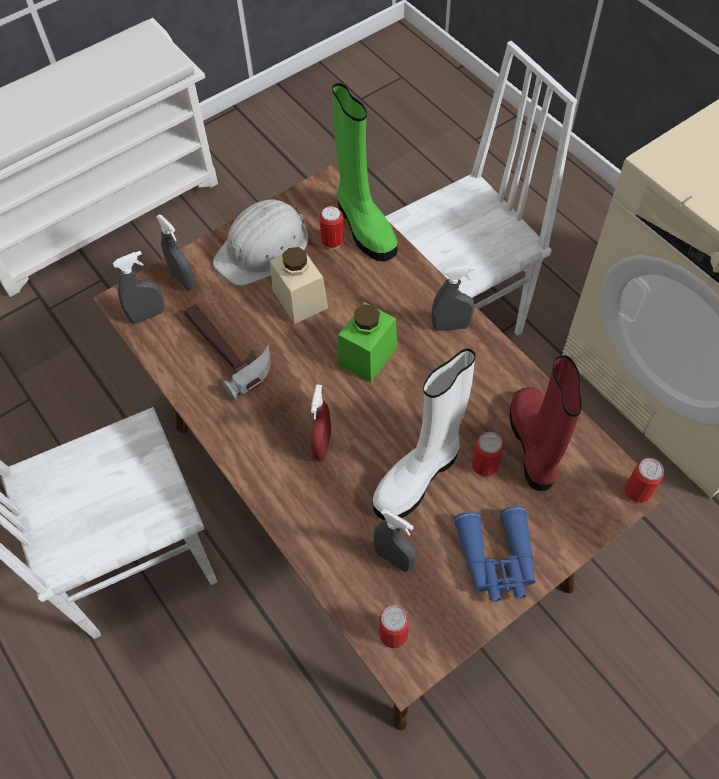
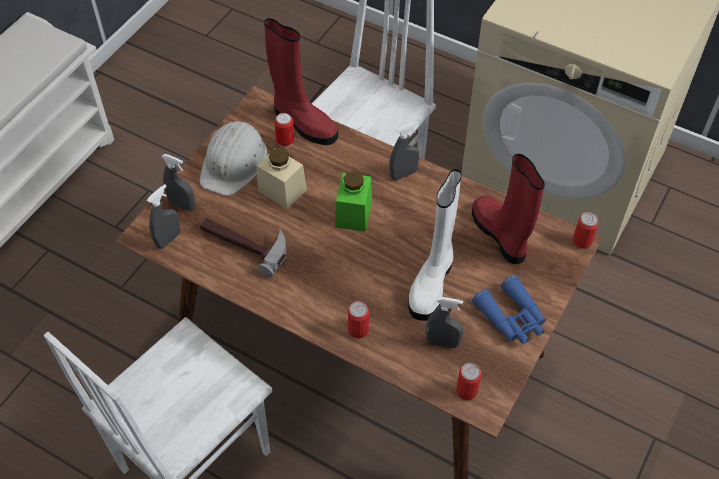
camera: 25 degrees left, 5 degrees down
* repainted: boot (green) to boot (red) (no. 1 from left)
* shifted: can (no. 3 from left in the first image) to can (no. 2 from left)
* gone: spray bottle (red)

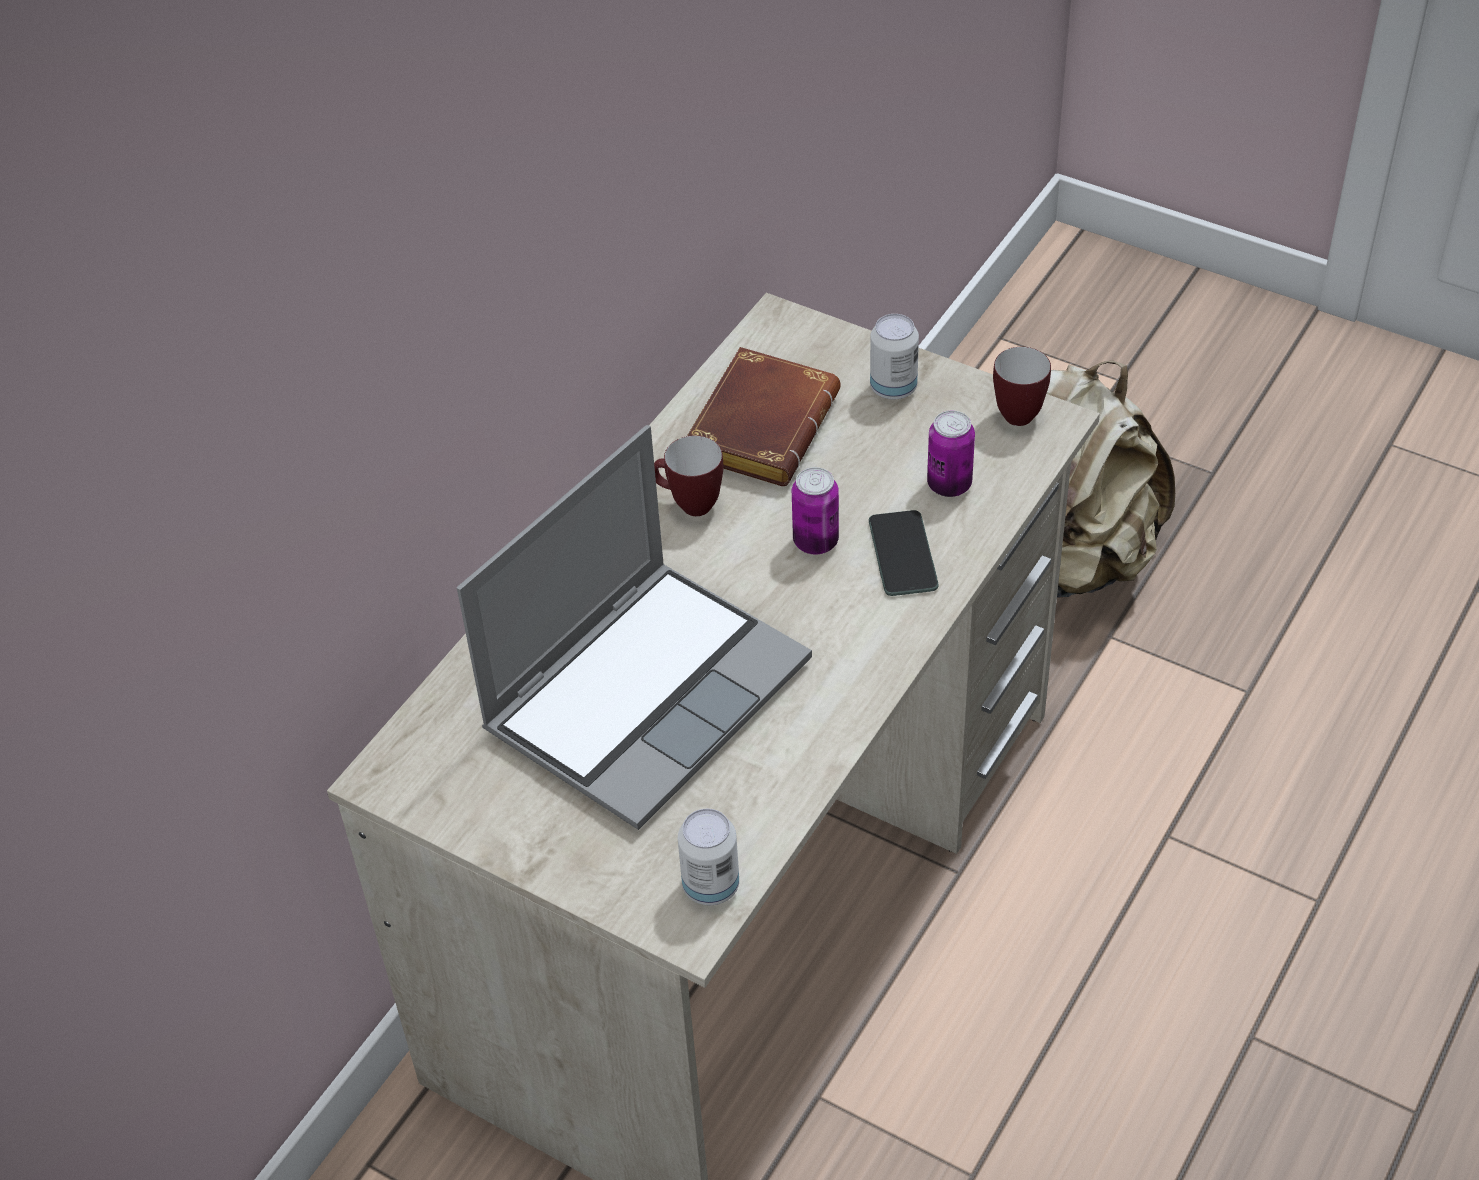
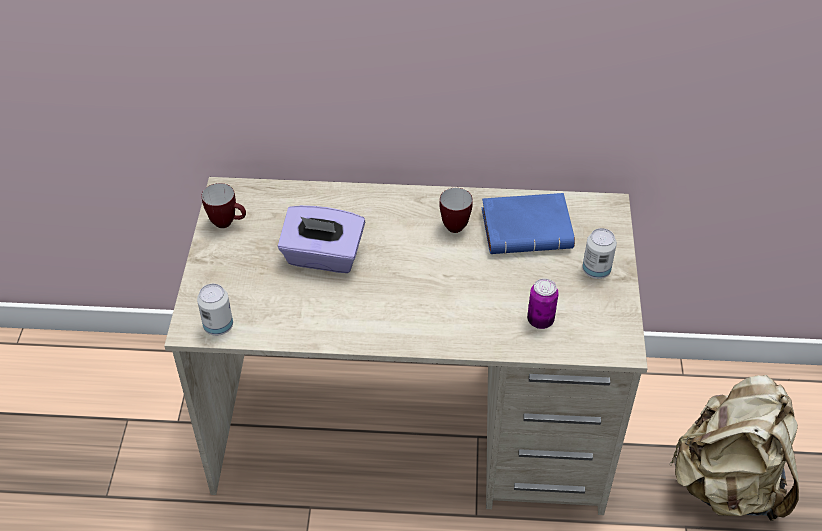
camera: 60 degrees right, 0 degrees up
* shifted: mug (no. 2 from left in the first image) to mug (no. 1 from left)
* swapped: laptop to tissue box (purple)
* repainted: book (brown) to book (blue)
* gone: can (no. 2 from left)
* gone: phone

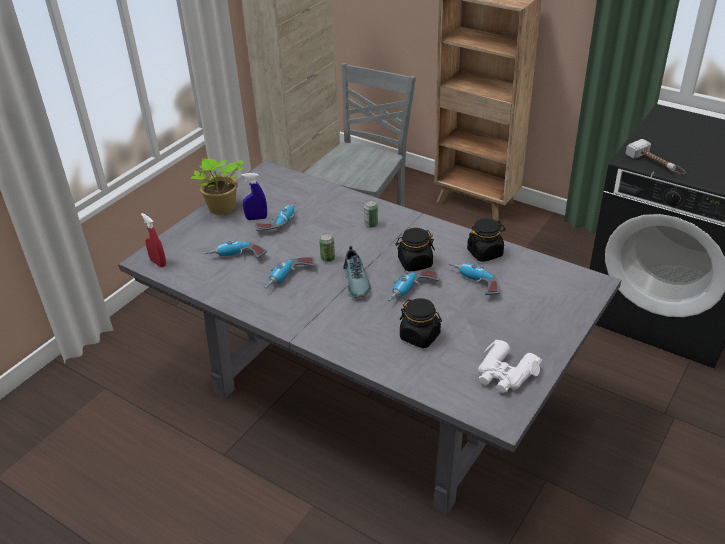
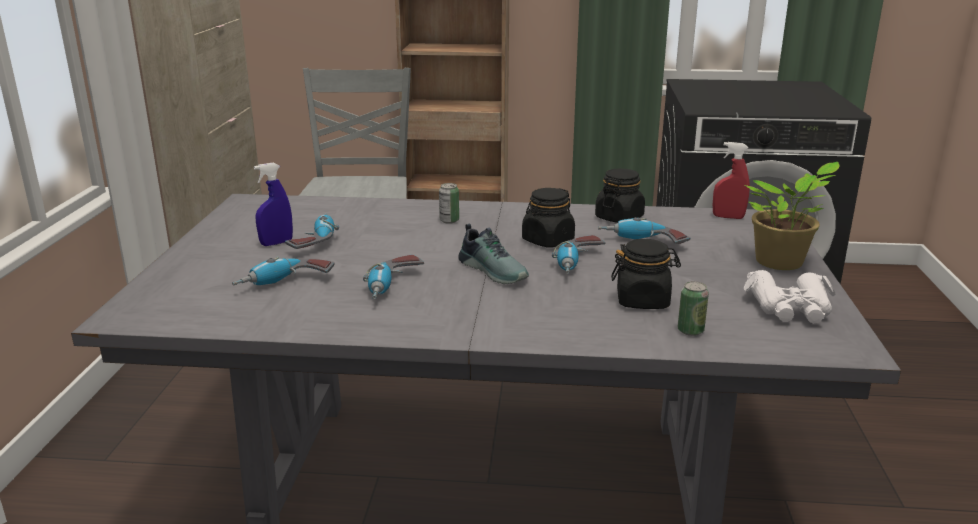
camera: 30 degrees left, 15 degrees down
* shifted: can (no. 1 from left in the first image) to can (no. 2 from left)
* shifted: spray bottle (red)
* shifted: potted plant
* gone: hammer

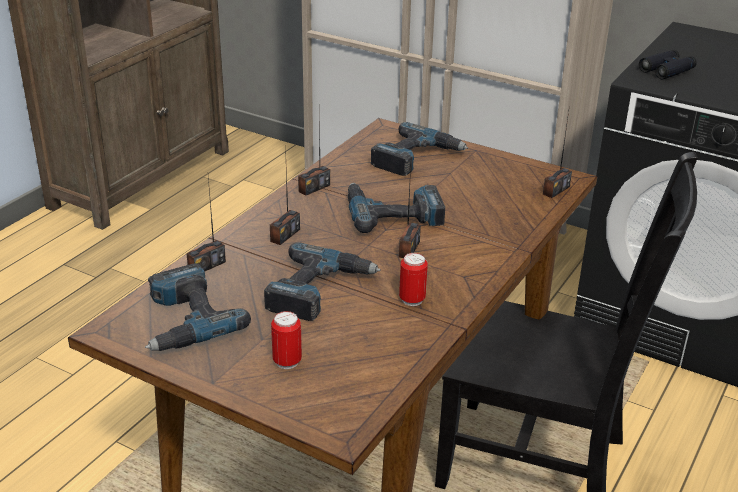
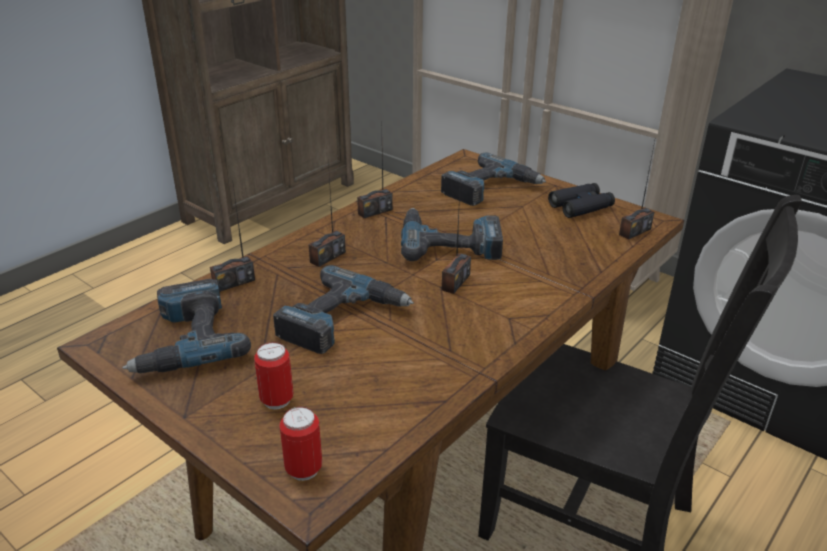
camera: 10 degrees right, 0 degrees up
* shifted: can (no. 2 from left)
* shifted: binoculars (black)

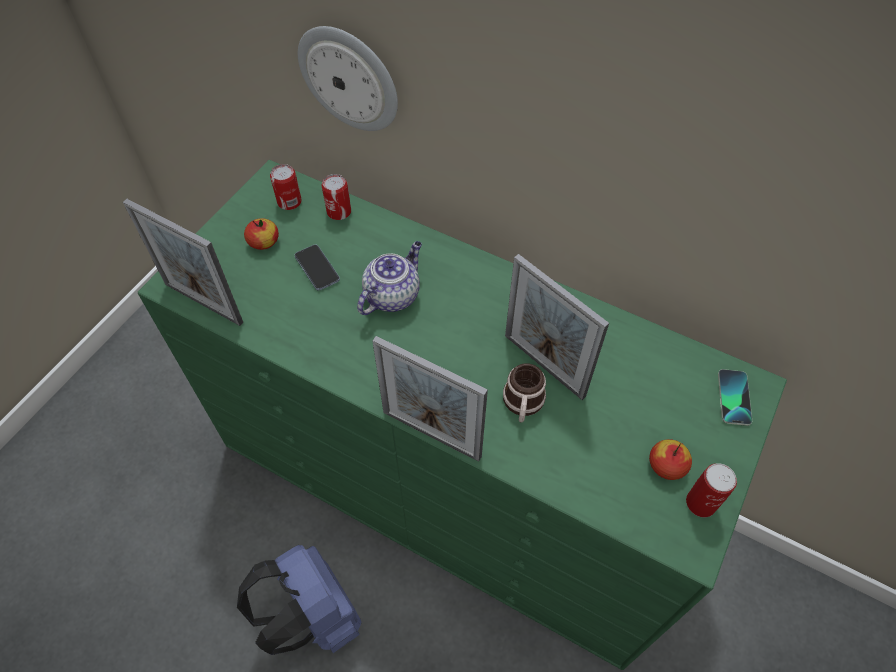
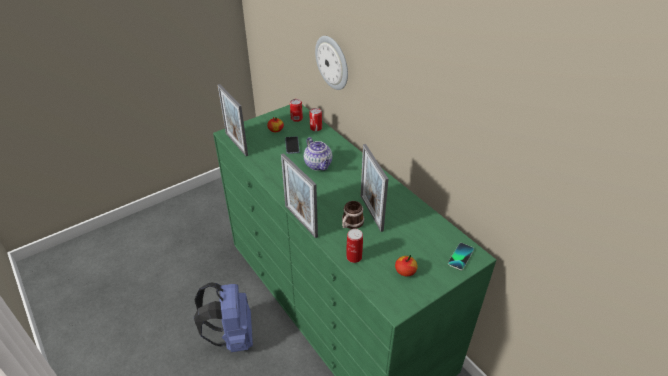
camera: 25 degrees right, 15 degrees down
* rotated: teapot 90 degrees clockwise
* shifted: can (no. 3 from left)

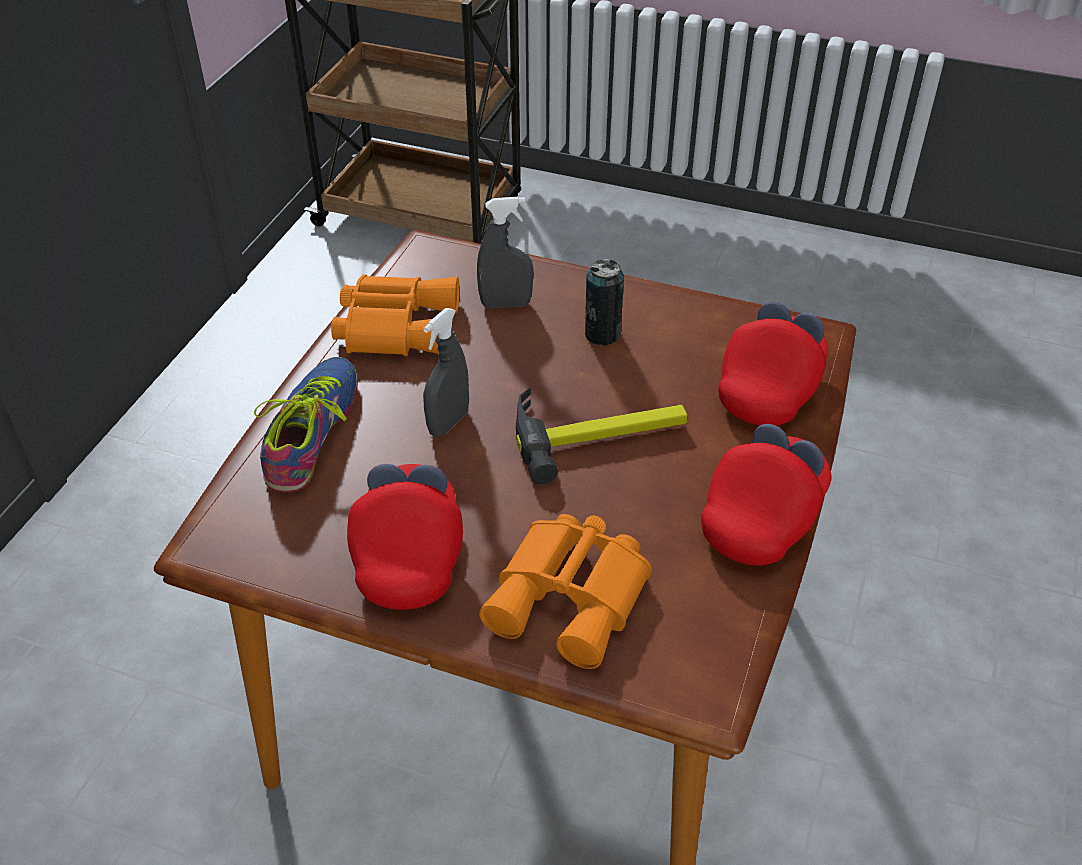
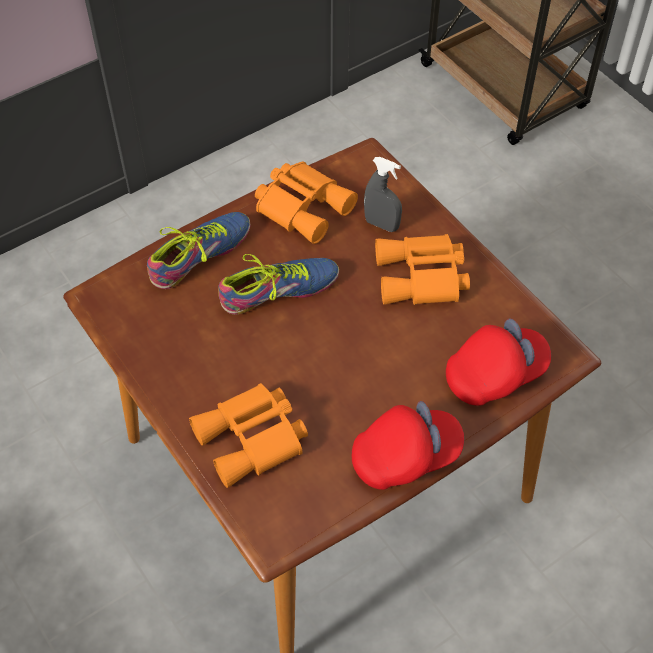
camera: 35 degrees right, 10 degrees up
* swapped: spray bottle (grey) (no. 1 from left) to shoe (no. 2 from left)
* swapped: can to binoculars (orange) (no. 3 from left)
* gone: cap (red) (no. 1 from left)
* gone: hammer

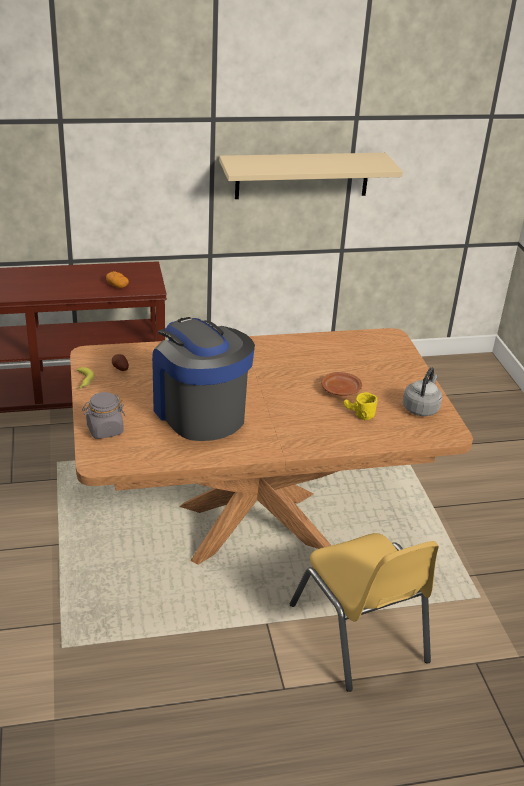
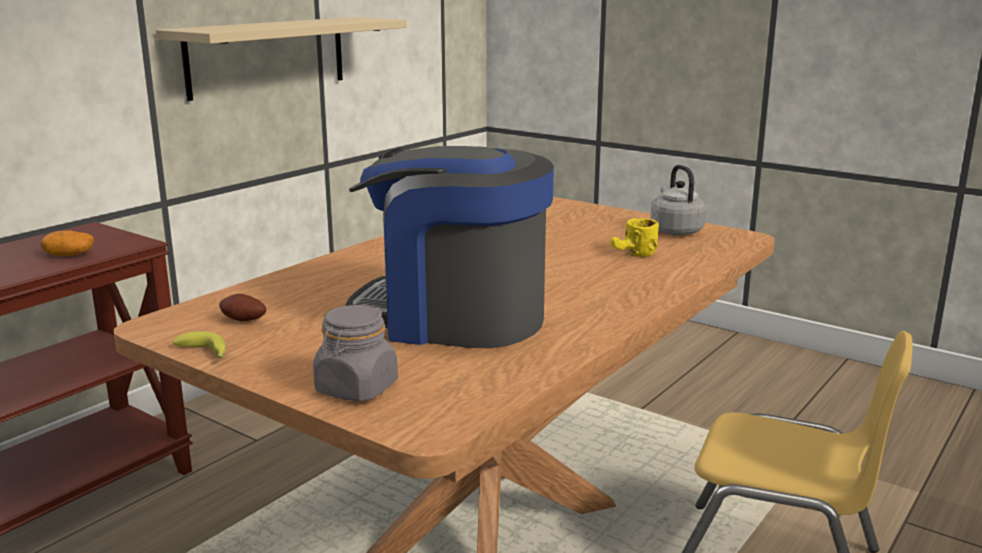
camera: 40 degrees left, 15 degrees down
* gone: plate (brown)

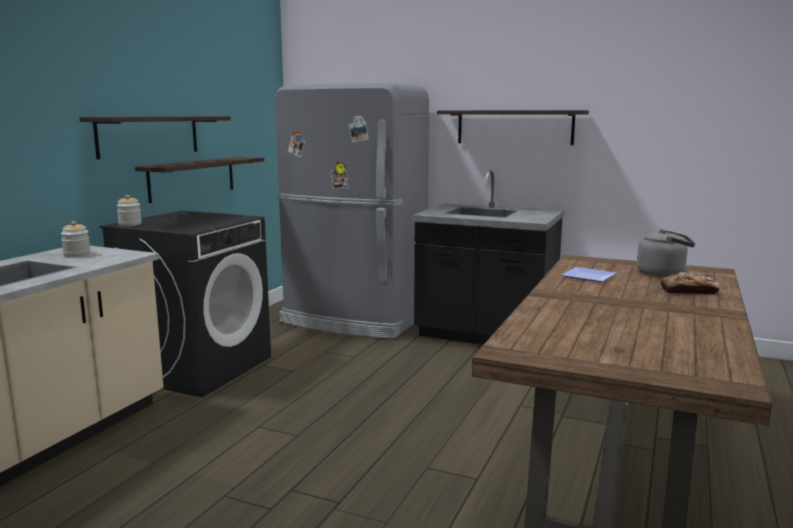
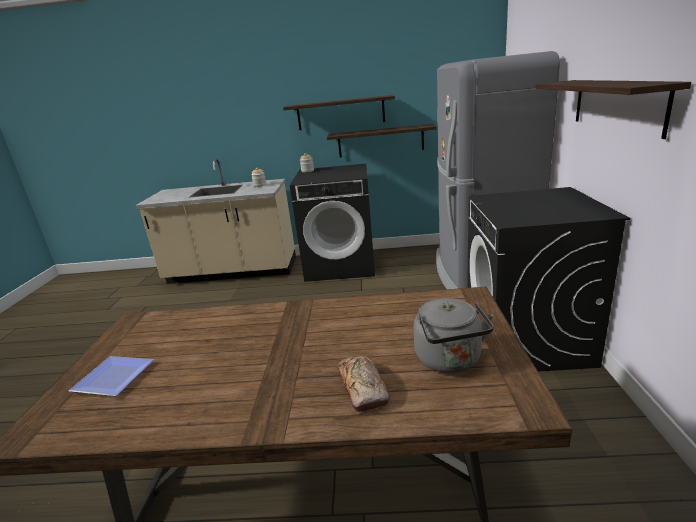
camera: 70 degrees right, 10 degrees up
* shifted: plate
* swapped: counter (black) to washing machine (black) (no. 2 from left)

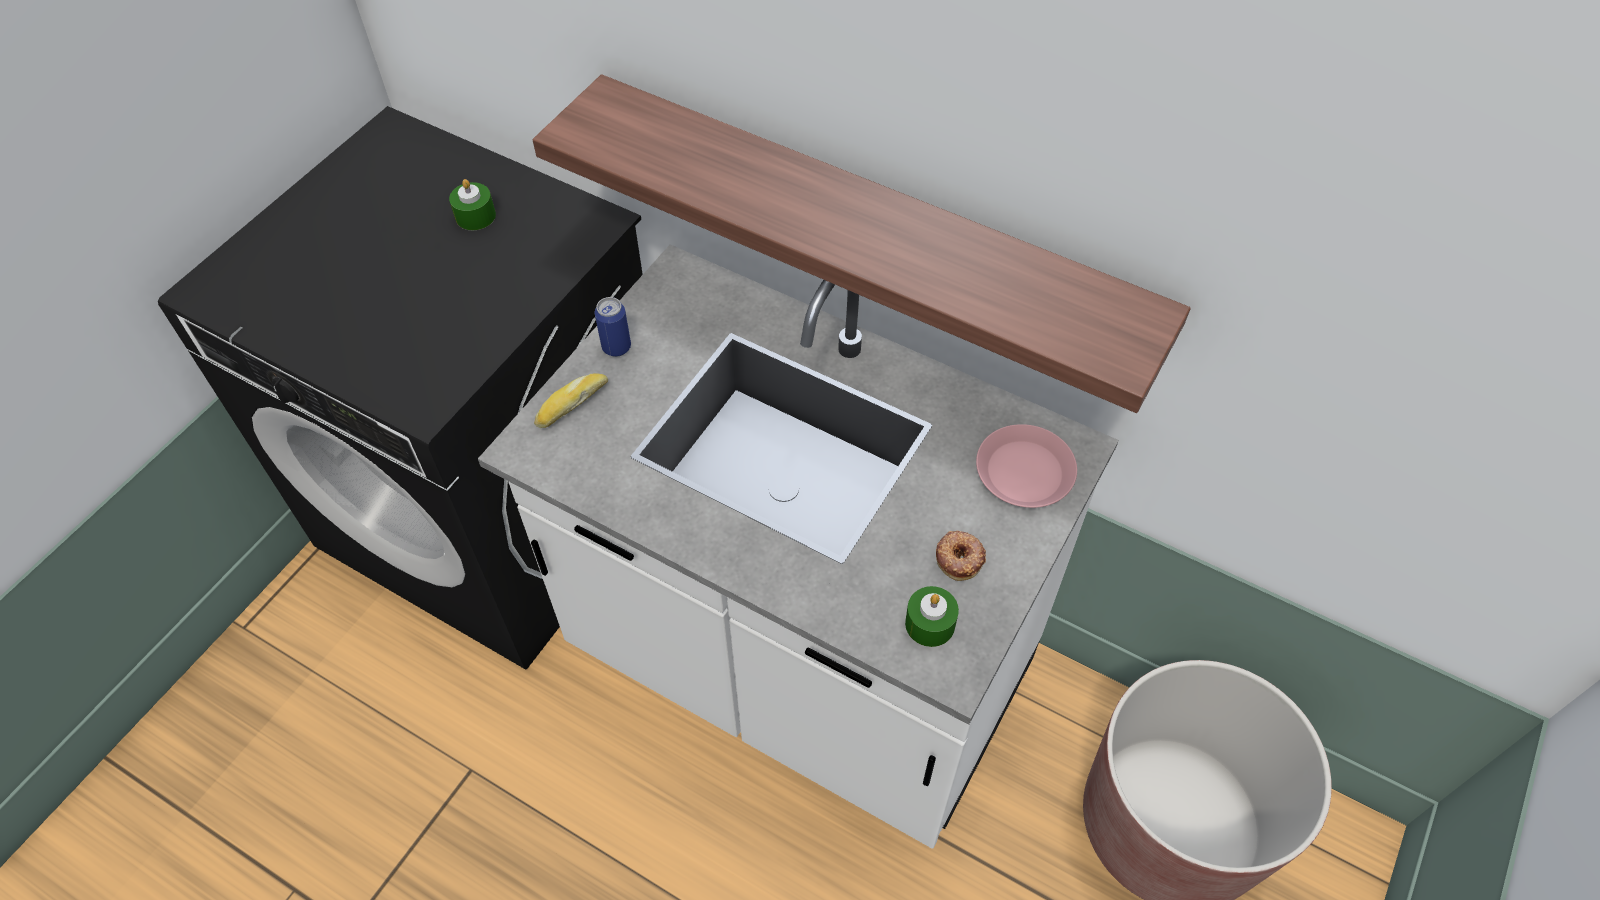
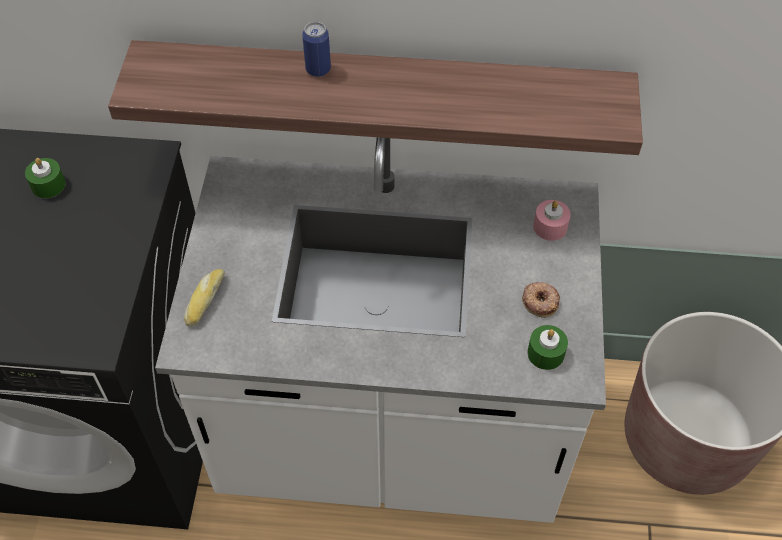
camera: 25 degrees left, 0 degrees up
* shifted: can
* swapped: plate (pink) to candle (pink)

